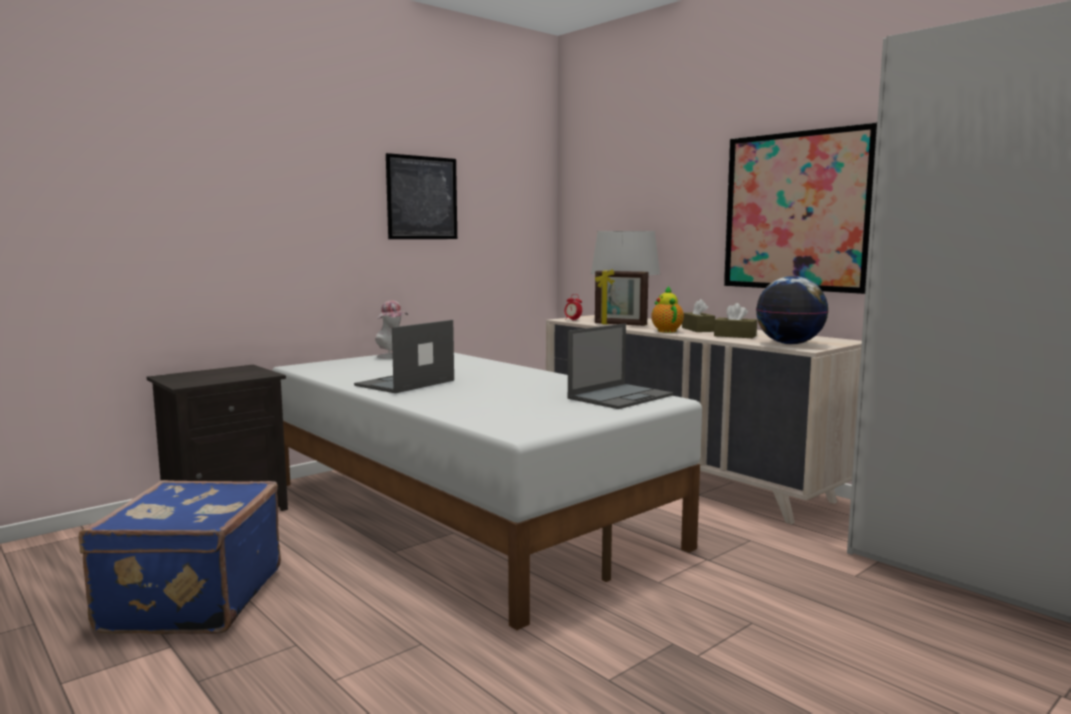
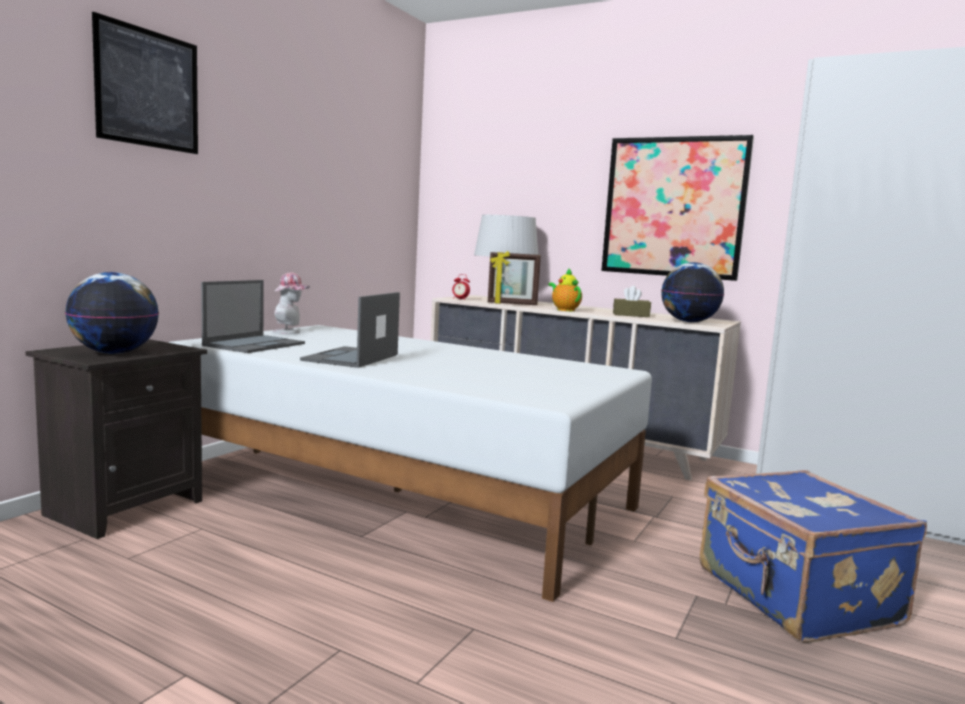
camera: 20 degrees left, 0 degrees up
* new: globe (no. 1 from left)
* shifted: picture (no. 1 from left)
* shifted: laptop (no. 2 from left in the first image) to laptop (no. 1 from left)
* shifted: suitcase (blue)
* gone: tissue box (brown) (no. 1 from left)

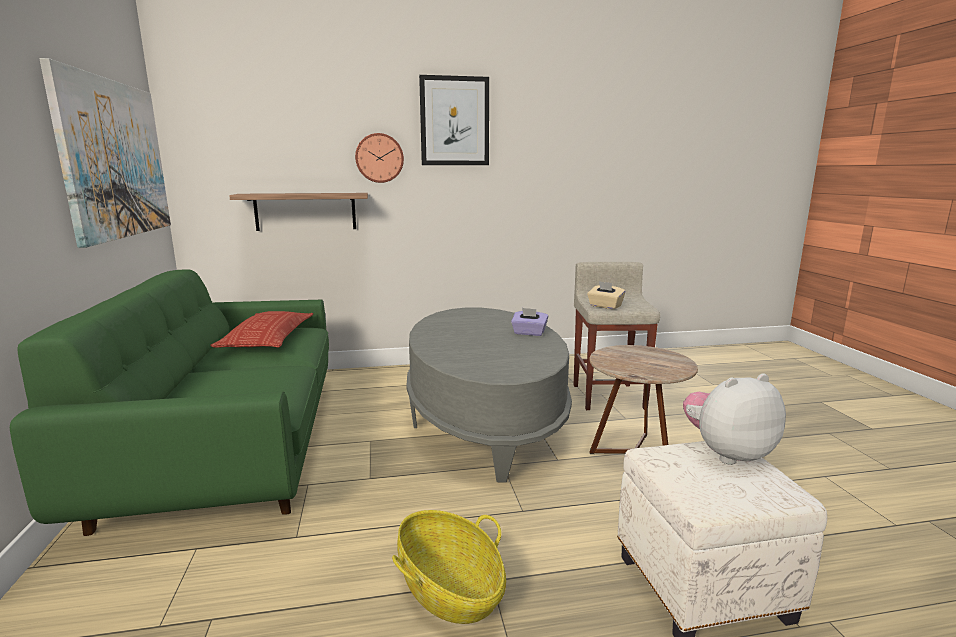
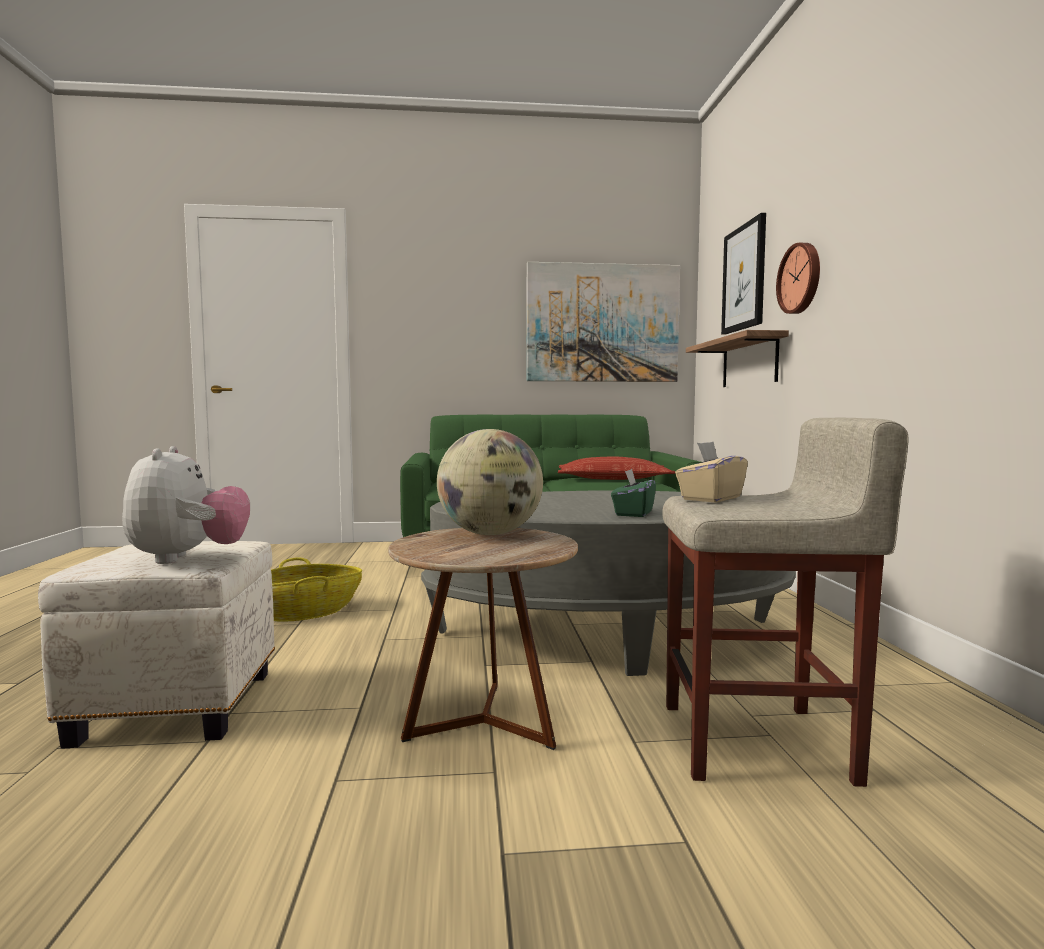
camera: 95 degrees right, 10 degrees down
* new: globe
* repainted: tissue box (purple) to tissue box (green)
* shifted: picture (no. 2 from left)

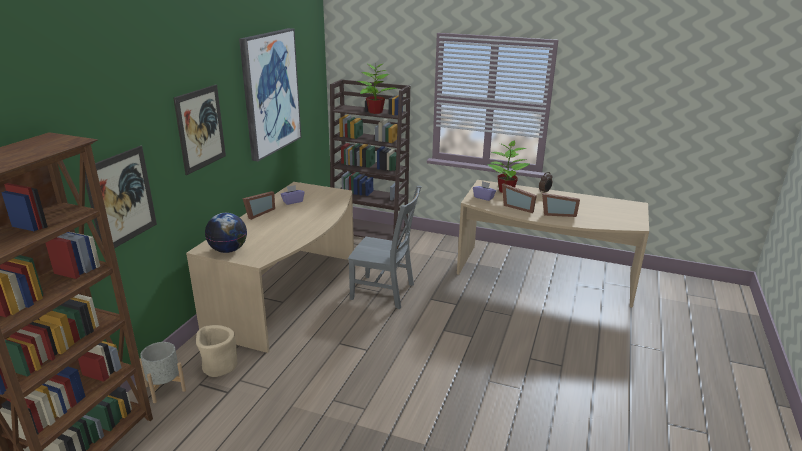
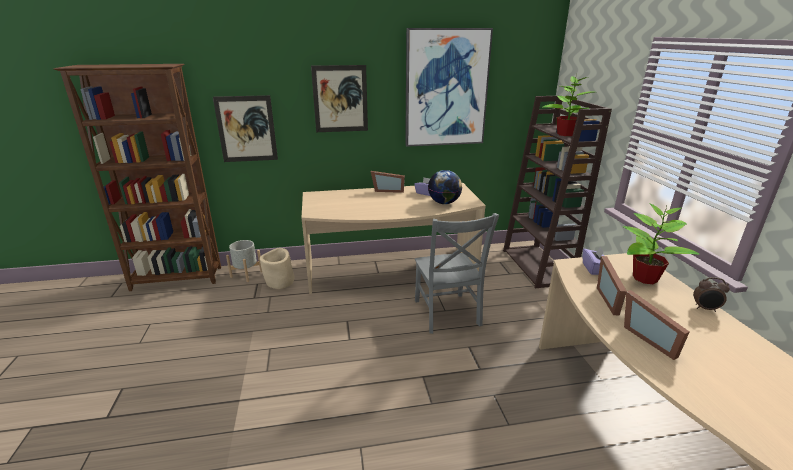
camera: 60 degrees right, 0 degrees up
* shifted: globe

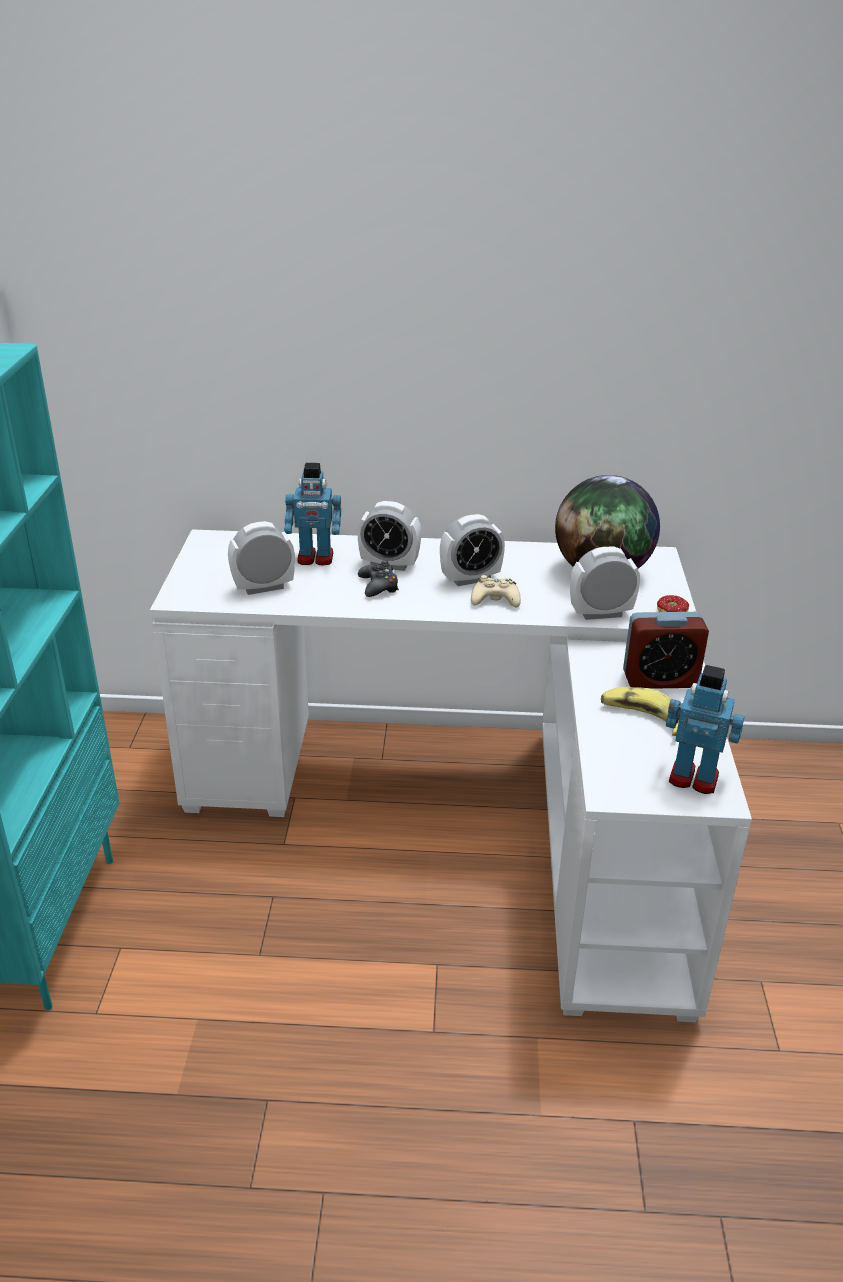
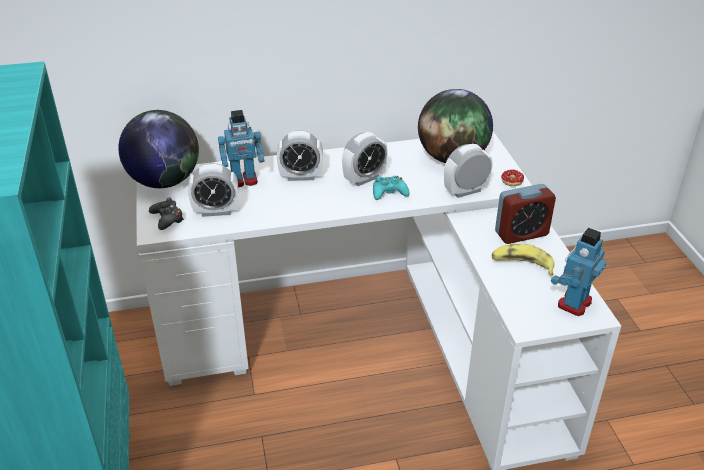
camera: 15 degrees left, 5 degrees up
* new: globe (no. 1 from left)
* shifted: game controller (black)
* rotated: alarm clock (no. 1 from left) 150 degrees counterclockwise
* repainted: game controller (beige) to game controller (turquoise)
* rotated: toy robot (no. 2 from left) 60 degrees counterclockwise

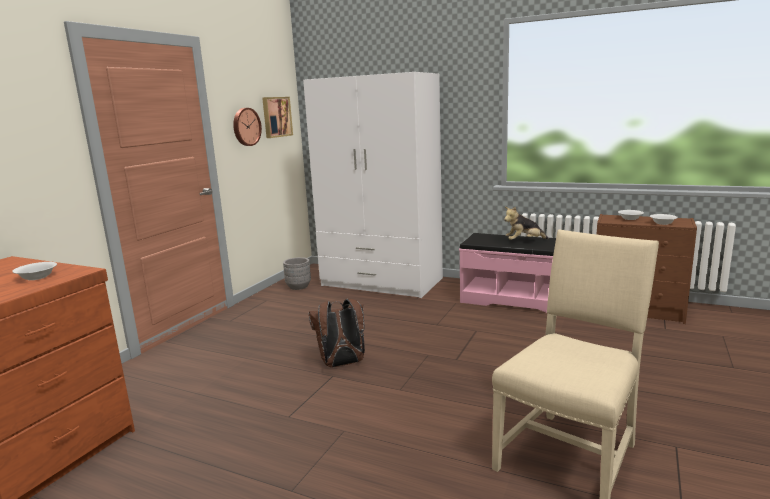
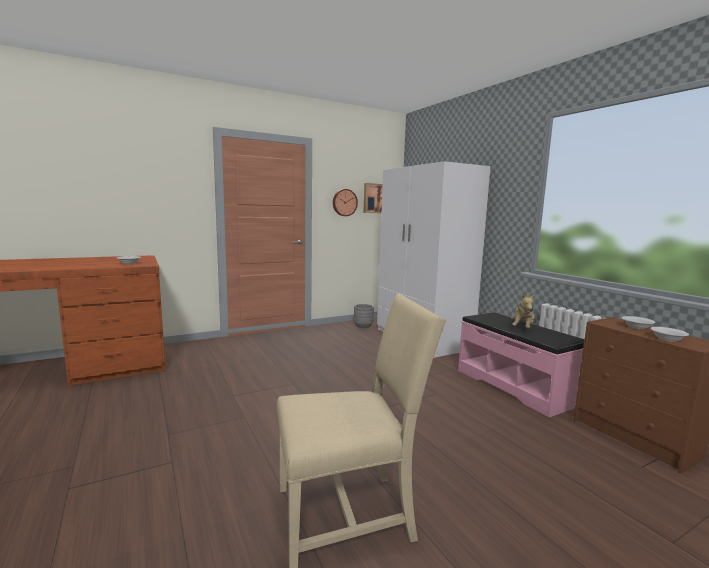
camera: 35 degrees right, 5 degrees down
* rotated: plush toy 90 degrees counterclockwise
* gone: backpack (brown)

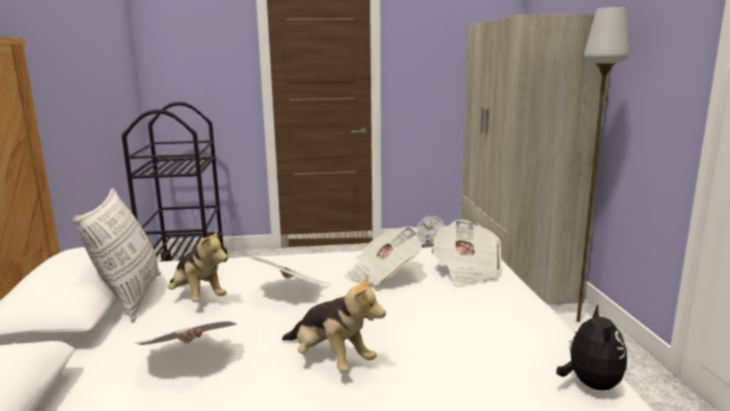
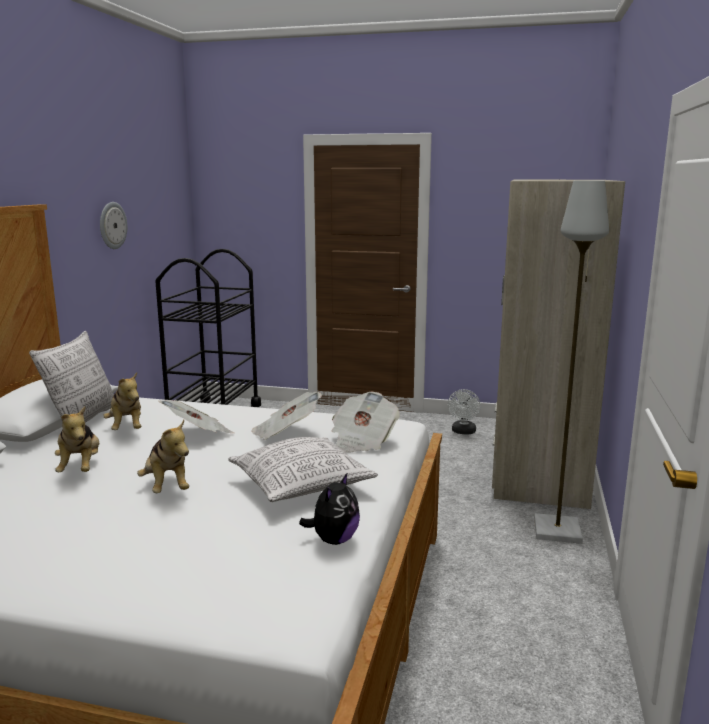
camera: 20 degrees right, 0 degrees up
* swapped: newspaper (no. 1 from left) to plush toy (no. 1 from left)
* new: wall clock
* new: pillow (no. 2 from left)

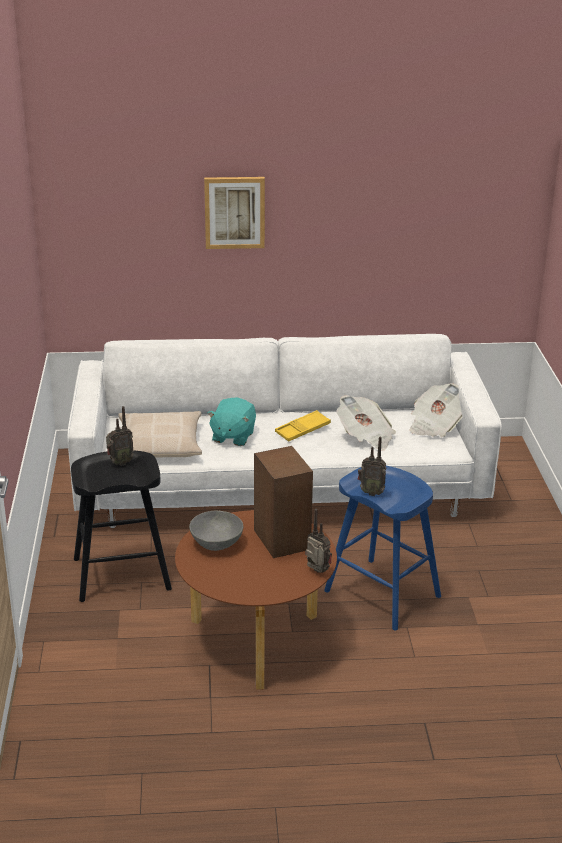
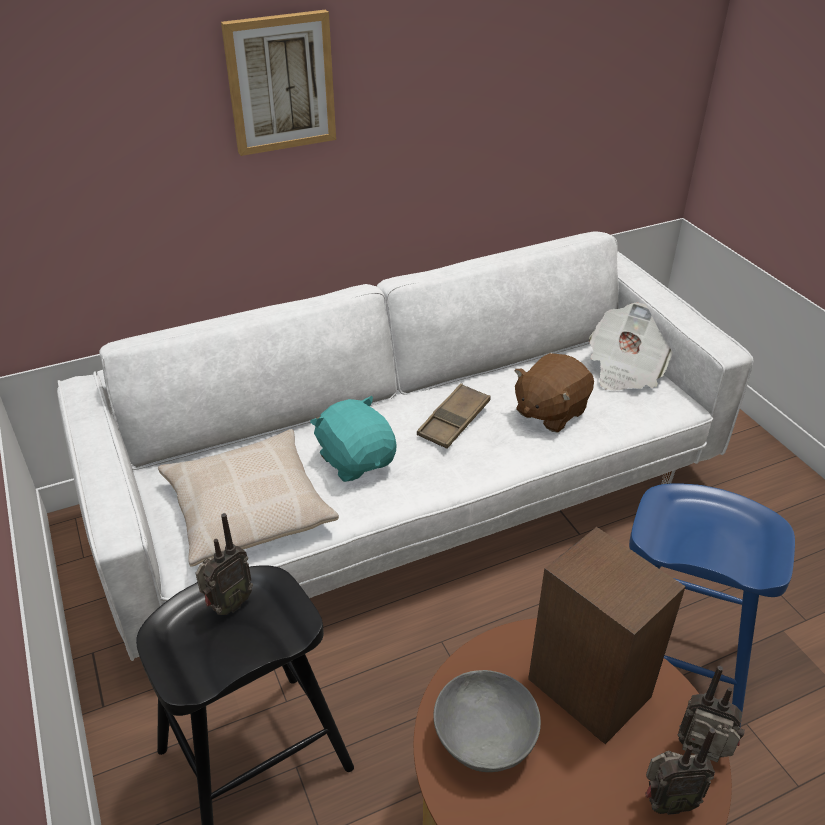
camera: 20 degrees left, 10 degrees up
* rotated: plush toy (turquoise) 150 degrees clockwise
* repainted: tray (yellow) to tray (brown)
* swapped: newspaper (no. 1 from left) to plush toy (brown)
* shifted: radio (no. 3 from left in the first image) to radio (no. 2 from left)

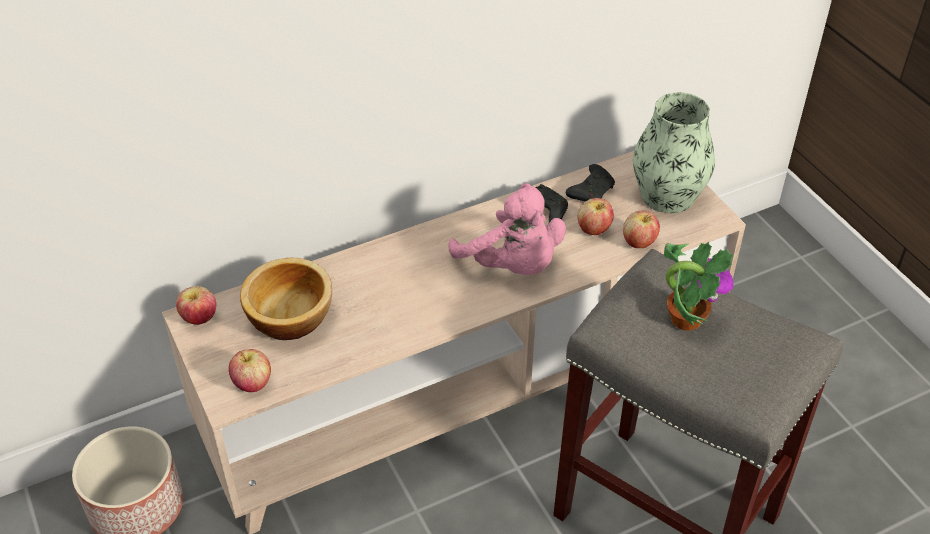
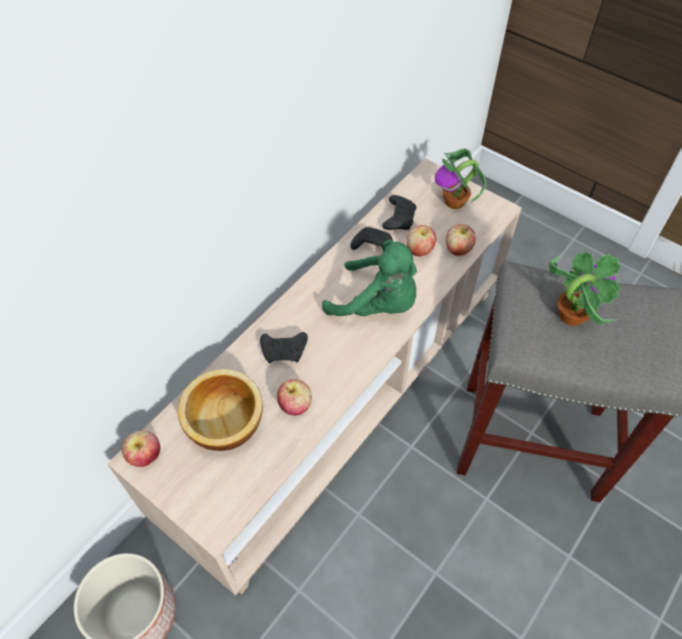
camera: 25 degrees left, 10 degrees up
* new: game controller (black) (no. 1 from left)
* shifted: apple (no. 2 from left)
* repainted: plush toy (pink) to plush toy (green)
* swapped: vase to potted plant (no. 1 from left)

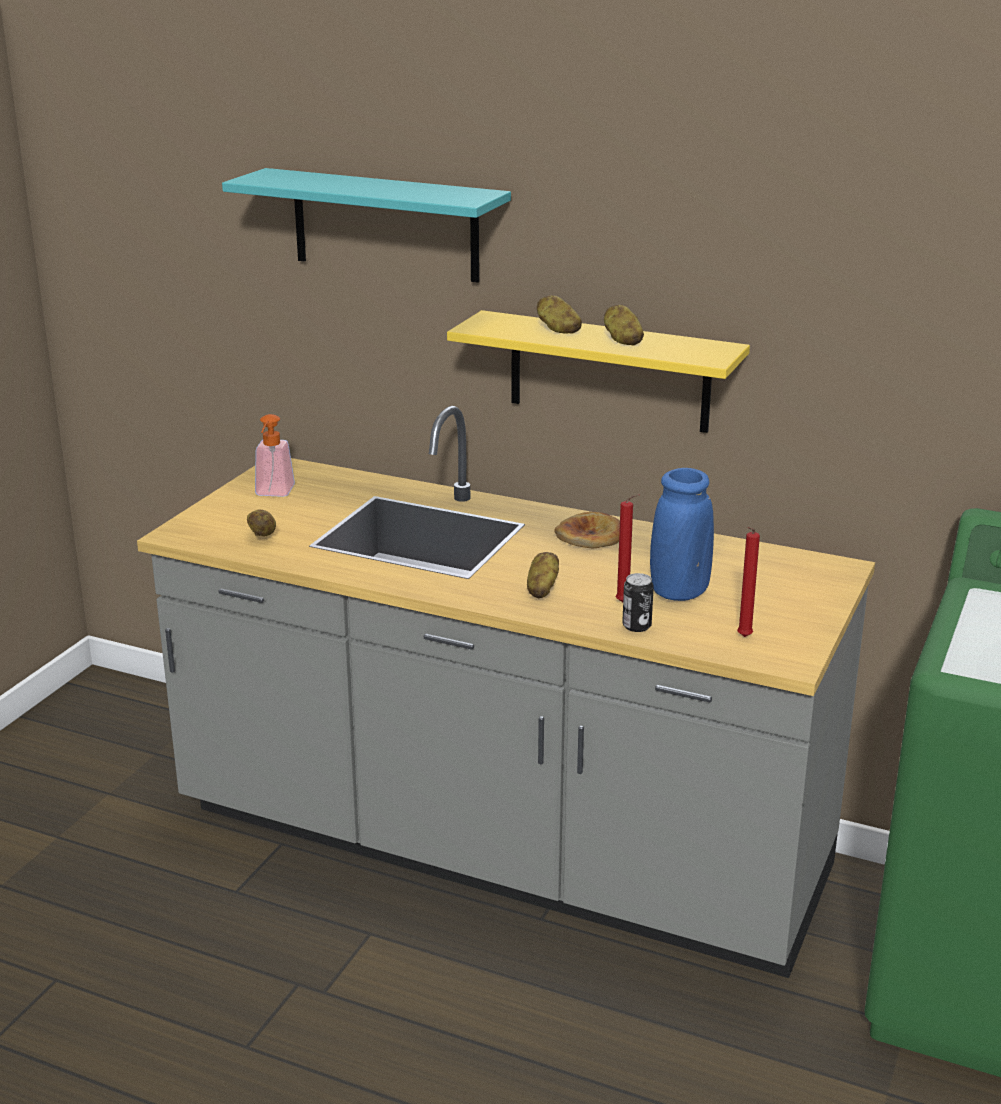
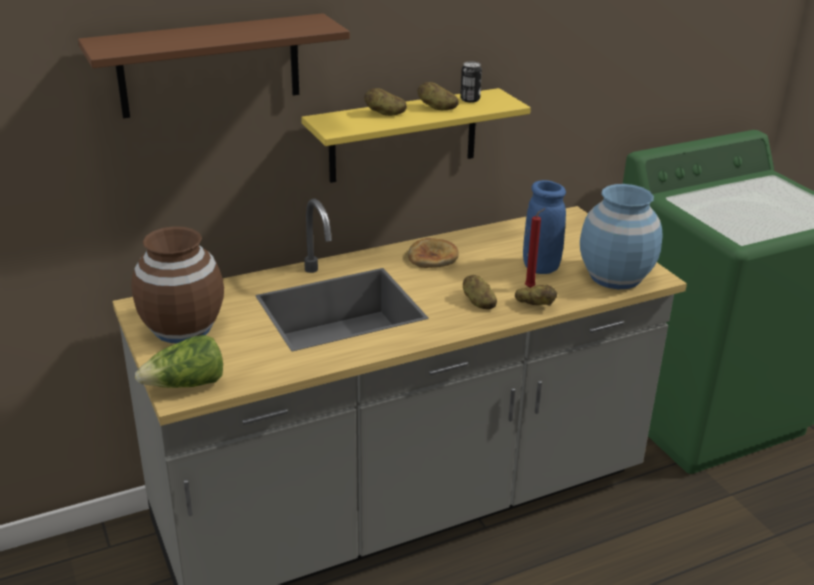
camera: 50 degrees left, 5 degrees up
* repainted: shelf (turquoise) to shelf (brown)
* swapped: soap dispenser to vase (brown)
* new: lettuce
* shifted: can
* shifted: potato (no. 1 from left in the first image) to potato (no. 4 from left)
* swapped: candle (red) (no. 2 from left) to vase (blue) (no. 2 from left)

